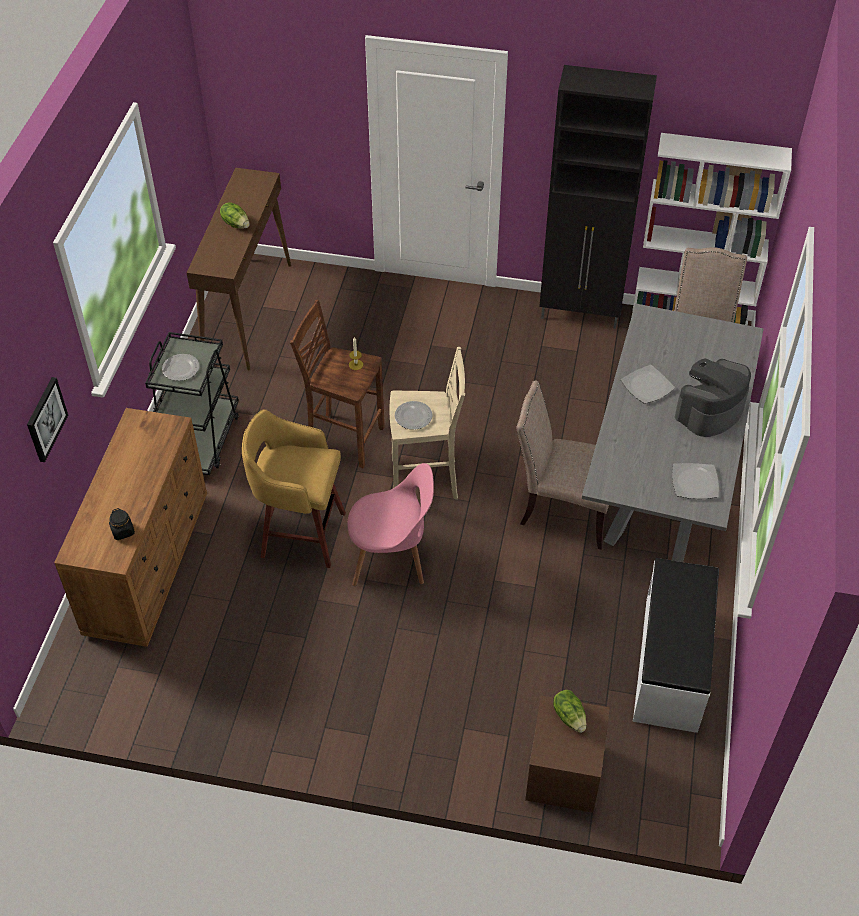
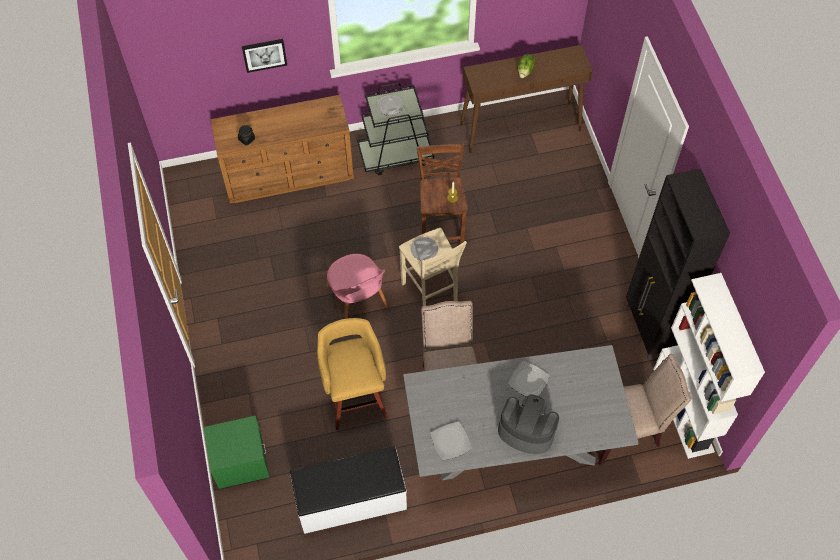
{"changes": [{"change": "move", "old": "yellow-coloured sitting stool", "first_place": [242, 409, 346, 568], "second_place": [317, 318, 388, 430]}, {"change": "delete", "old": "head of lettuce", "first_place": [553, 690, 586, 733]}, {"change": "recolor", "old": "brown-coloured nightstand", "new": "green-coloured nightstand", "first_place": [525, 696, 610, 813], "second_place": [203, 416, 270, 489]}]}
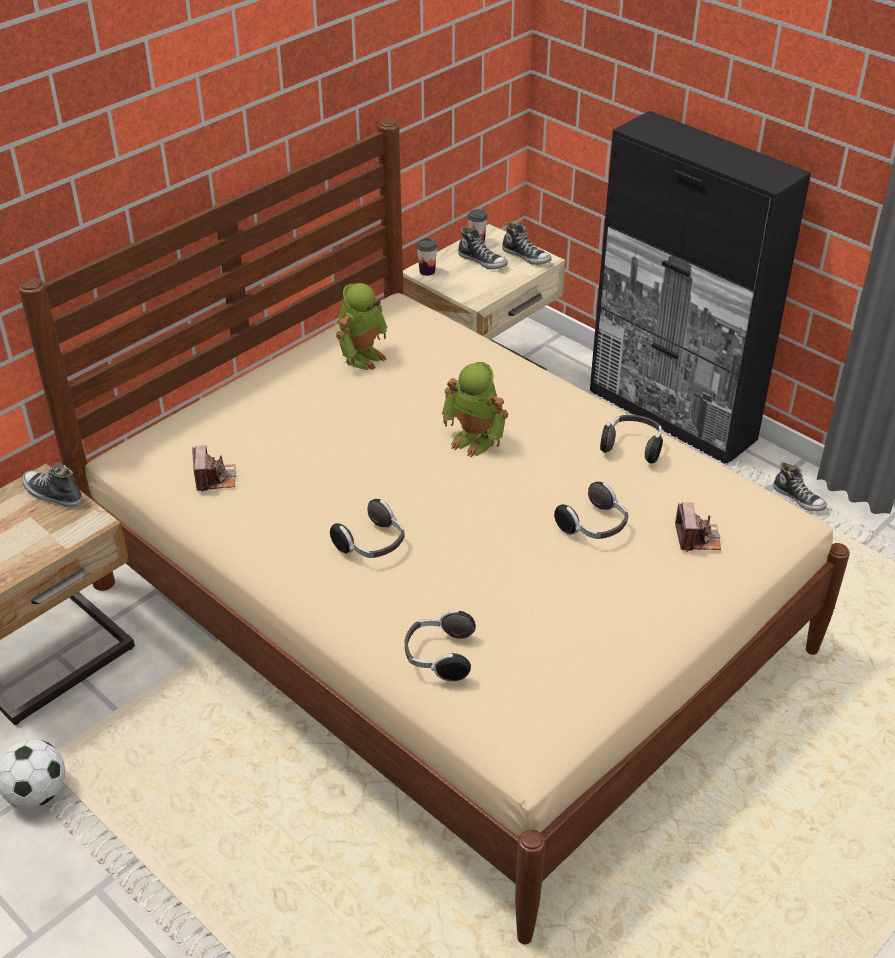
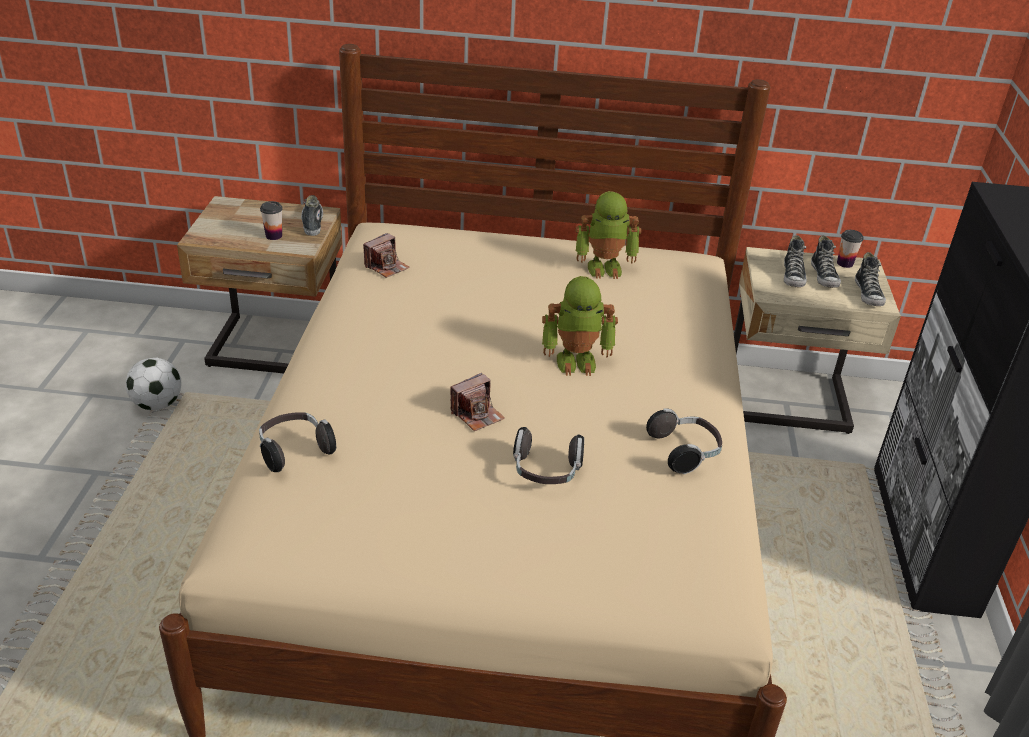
{"changes": [{"change": "move", "old": "drinking cup", "first_place": [417, 238, 438, 276], "second_place": [260, 201, 283, 240]}, {"change": "rotate", "old": "robot figure", "first_place": [442, 362, 508, 457], "second_place": [542, 276, 618, 376], "degrees": -90}, {"change": "move", "old": "low shoe", "first_place": [773, 462, 827, 511], "second_place": [784, 235, 807, 287]}, {"change": "delete", "old": "headphones", "first_place": [330, 499, 405, 558]}, {"change": "move", "old": "still camera", "first_place": [675, 502, 721, 552], "second_place": [451, 373, 505, 431]}]}
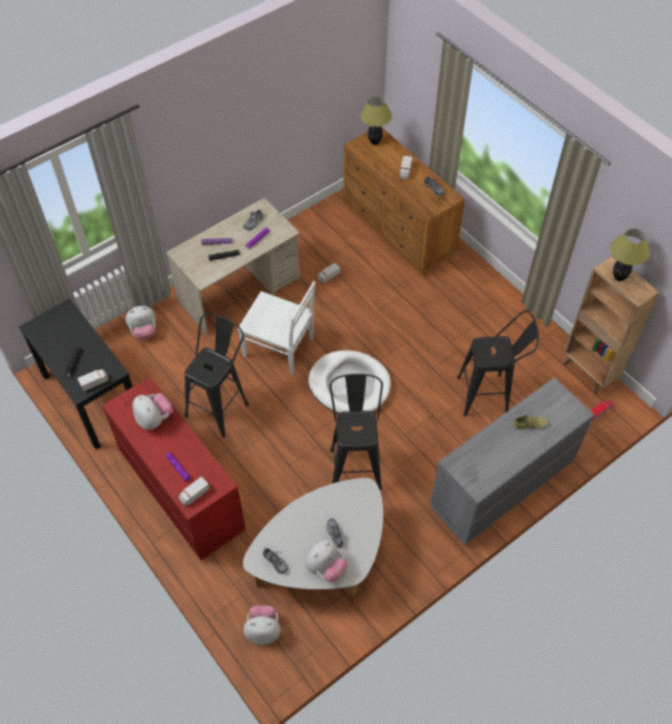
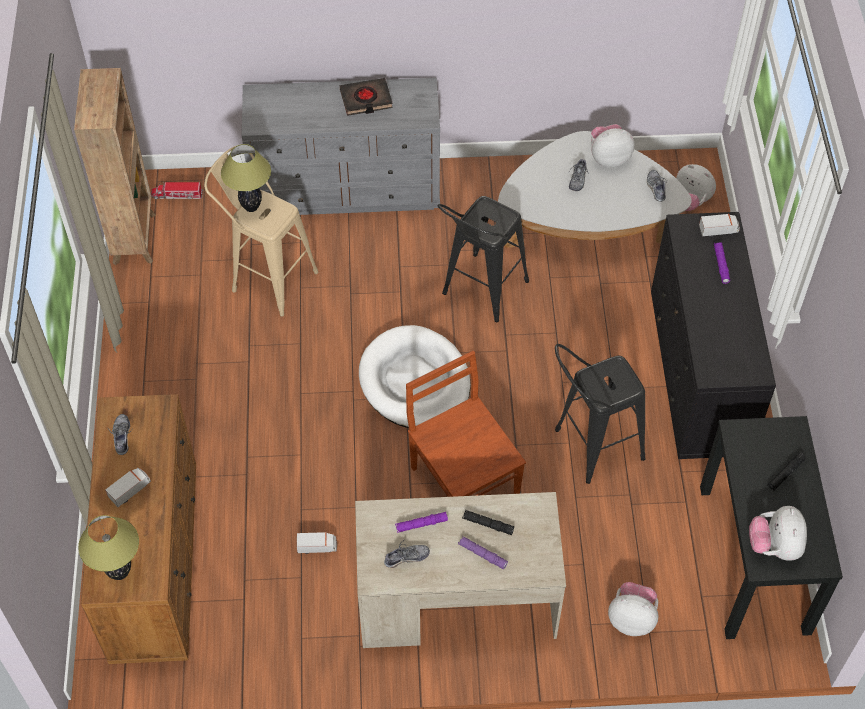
{"changes": [{"change": "move", "old": "tabletop lamp", "first_place": [610, 229, 650, 281], "second_place": [221, 144, 271, 212]}, {"change": "recolor", "old": "whitish upright chair", "new": "brown-coloured upright chair", "first_place": [237, 281, 315, 375], "second_place": [406, 351, 526, 497]}, {"change": "recolor", "old": "black sitting stool", "new": "sand-coloured sitting stool", "first_place": [457, 310, 539, 417], "second_place": [204, 146, 318, 317]}, {"change": "delete", "old": "model truck", "first_place": [77, 369, 109, 392]}, {"change": "recolor", "old": "reddish chest of drawers", "new": "black chest of drawers", "first_place": [102, 377, 246, 561], "second_place": [651, 212, 776, 459]}, {"change": "move", "old": "soft toy", "first_place": [132, 393, 173, 430], "second_place": [749, 506, 807, 561]}, {"change": "delete", "old": "sand-coloured low shoe", "first_place": [512, 415, 548, 429]}, {"change": "insert", "new": "black volume", "second_place": [340, 78, 393, 116]}]}
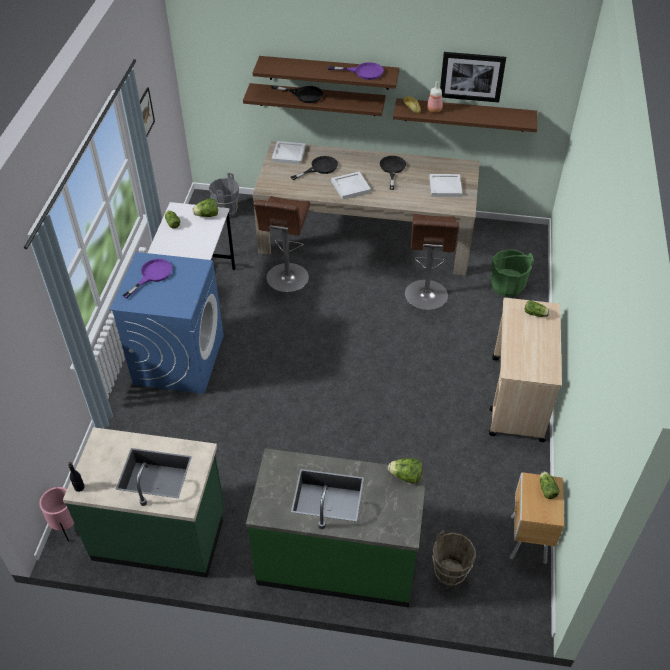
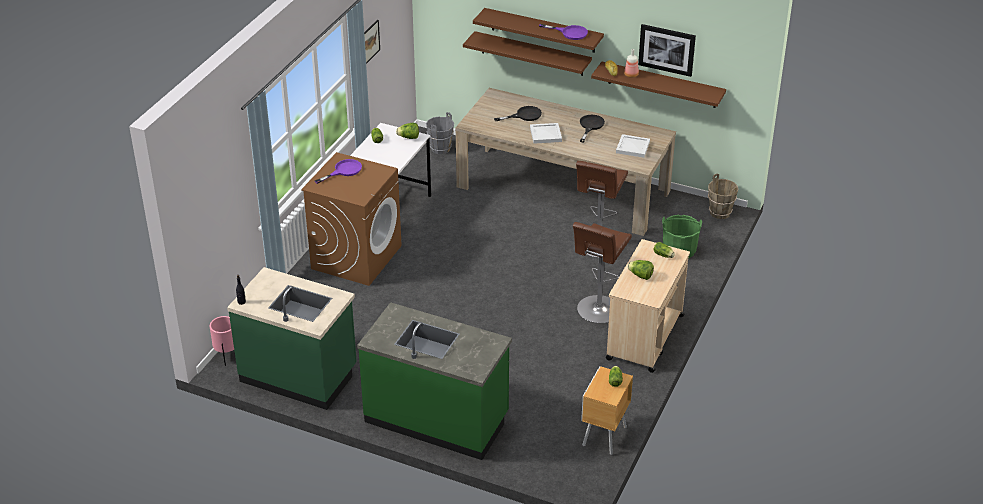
{"changes": [{"change": "delete", "old": "black frying pan", "first_place": [271, 85, 323, 103]}, {"change": "delete", "old": "whitish tray", "first_place": [272, 141, 306, 164]}, {"change": "move", "old": "brown-coloured sitting stool", "first_place": [254, 196, 310, 292], "second_place": [573, 222, 632, 323]}, {"change": "recolor", "old": "bluish laundry appliance", "new": "brown-coloured laundry appliance", "first_place": [110, 252, 224, 394], "second_place": [301, 152, 402, 286]}, {"change": "move", "old": "head of lettuce", "first_place": [388, 458, 422, 484], "second_place": [628, 260, 654, 280]}, {"change": "move", "old": "brown-coloured water bucket", "first_place": [432, 530, 477, 586], "second_place": [708, 174, 738, 219]}]}
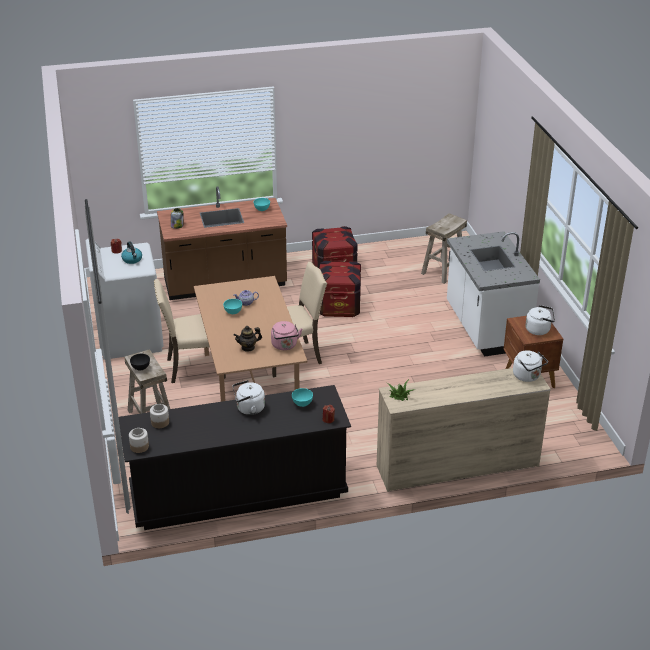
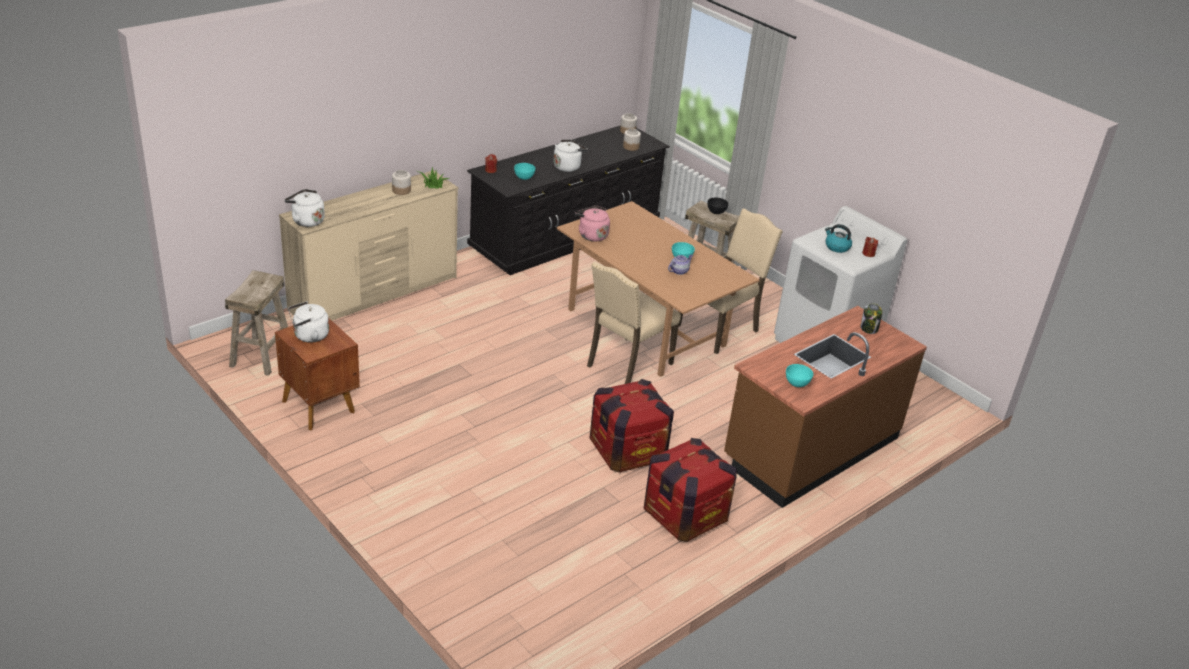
{"changes": [{"change": "move", "old": "sand-coloured sitting stool", "first_place": [421, 213, 467, 284], "second_place": [225, 270, 288, 376]}, {"change": "delete", "old": "whitish kitchen counter", "first_place": [447, 231, 540, 357]}, {"change": "delete", "old": "pot for tea", "first_place": [233, 326, 262, 352]}, {"change": "insert", "new": "jar", "second_place": [392, 170, 411, 195]}]}
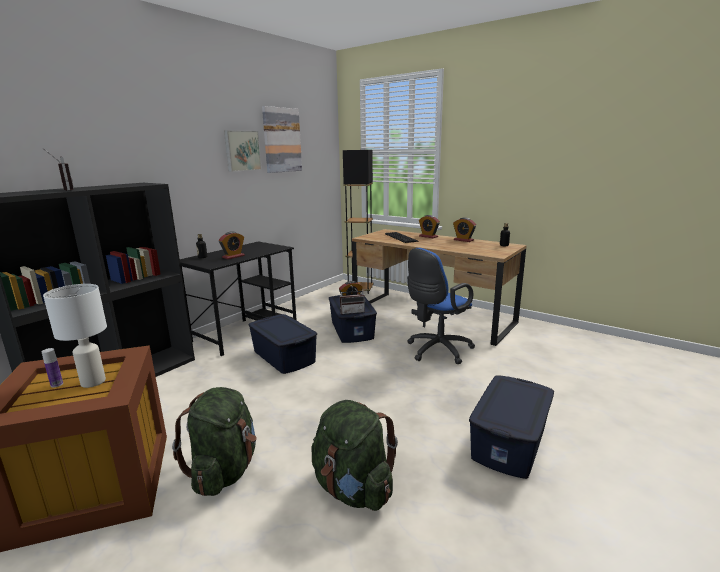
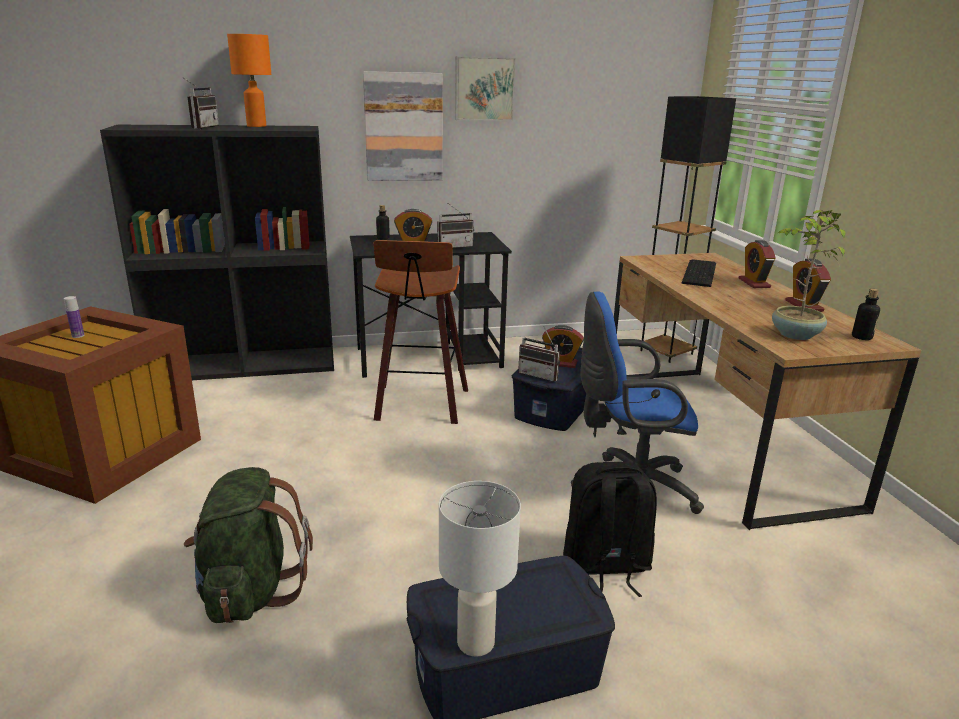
{"changes": [{"change": "move", "old": "wall picture", "first_place": [262, 106, 302, 173], "second_place": [363, 71, 443, 181]}, {"change": "move", "old": "whitish tabletop lamp", "first_place": [43, 284, 107, 388], "second_place": [439, 481, 521, 657]}, {"change": "replace", "old": "bluish storage bin", "new": "sitting stool", "first_place": [248, 314, 317, 374], "second_place": [374, 240, 468, 424]}, {"change": "delete", "old": "green-coloured backpack", "first_place": [172, 387, 257, 496]}, {"change": "insert", "new": "orange-coloured tabletop lamp", "second_place": [227, 34, 271, 127]}, {"change": "insert", "new": "radio", "second_place": [437, 204, 474, 248]}, {"change": "insert", "new": "potted plant", "second_place": [772, 210, 846, 340]}, {"change": "insert", "new": "black backpack", "second_place": [563, 462, 657, 597]}]}
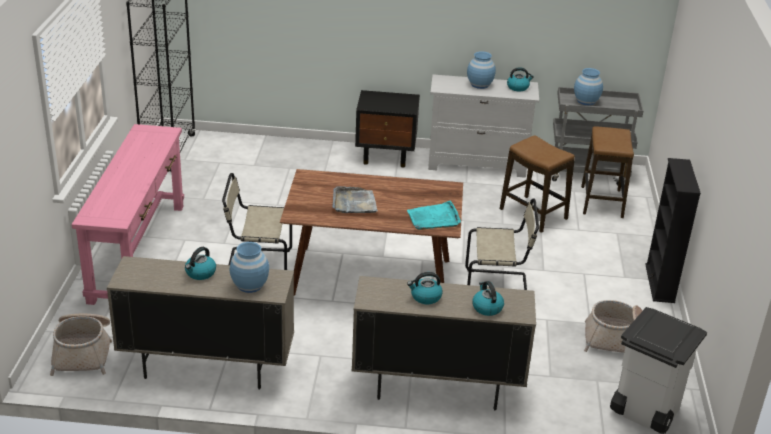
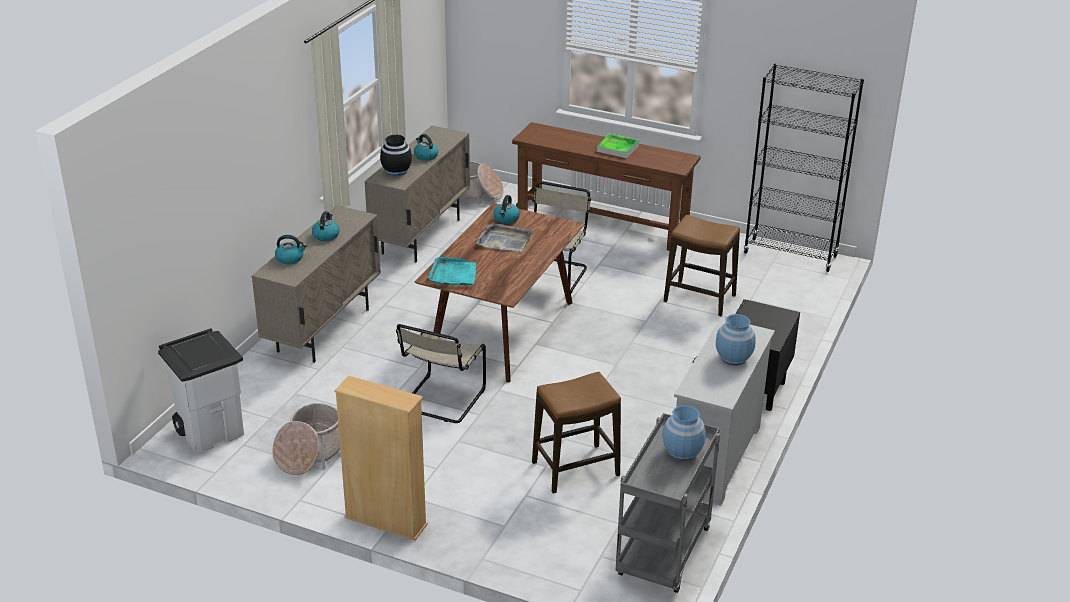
{"changes": [{"change": "move", "old": "kettle", "first_place": [507, 67, 534, 91], "second_place": [494, 195, 520, 224]}, {"change": "recolor", "old": "pink narrow table", "new": "brown-coloured narrow table", "first_place": [71, 124, 184, 305], "second_place": [512, 122, 701, 251]}, {"change": "move", "old": "sitting stool", "first_place": [581, 126, 634, 218], "second_place": [664, 215, 740, 316]}, {"change": "recolor", "old": "black shelving unit", "new": "sand-coloured shelving unit", "first_place": [645, 158, 701, 303], "second_place": [334, 376, 428, 541]}, {"change": "recolor", "old": "bluish vase", "new": "black vase", "first_place": [230, 242, 269, 293], "second_place": [380, 135, 412, 176]}, {"change": "insert", "new": "tray", "second_place": [597, 134, 639, 158]}]}
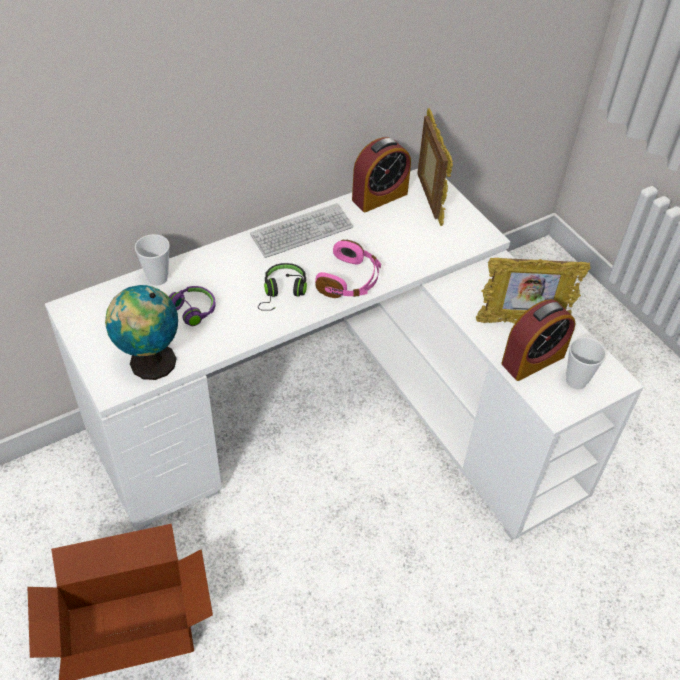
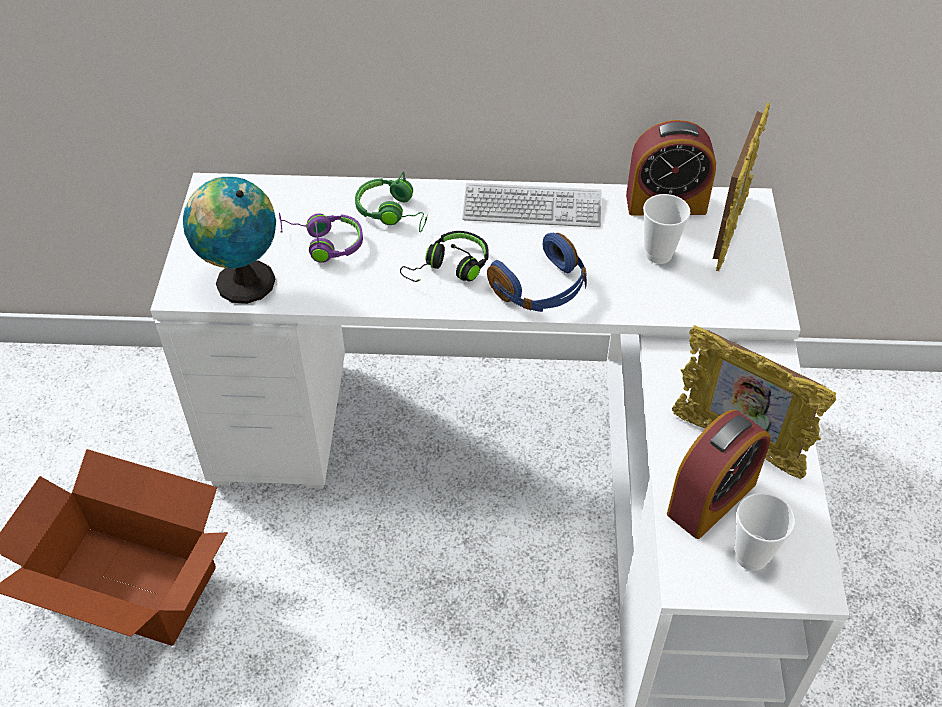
{"changes": [{"change": "move", "old": "drinking cup", "first_place": [135, 234, 170, 285], "second_place": [643, 194, 690, 264]}, {"change": "recolor", "old": "pink headphones", "new": "bluish headphones", "first_place": [315, 240, 381, 298], "second_place": [487, 233, 587, 312]}, {"change": "rotate", "old": "table clock", "first_place": [501, 299, 575, 381], "second_place": [667, 410, 771, 539], "degrees": -45}, {"change": "insert", "new": "green-coloured headphones", "second_place": [355, 172, 428, 232]}]}
